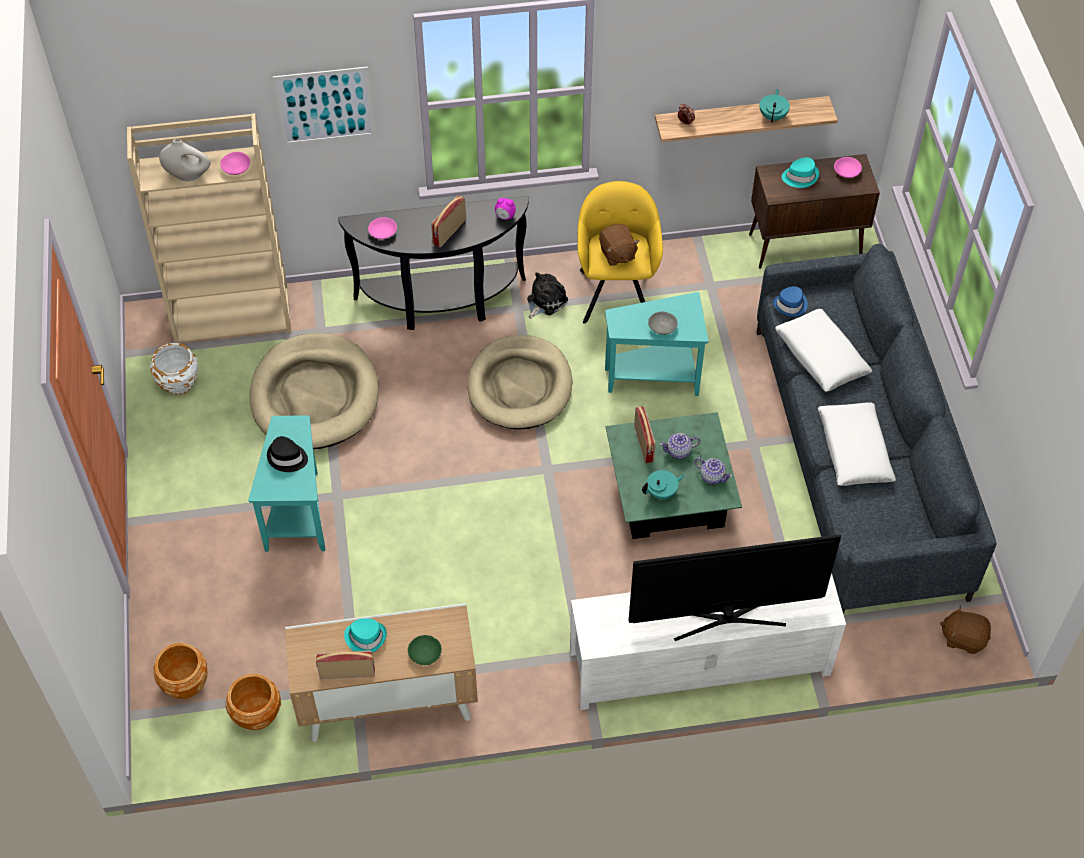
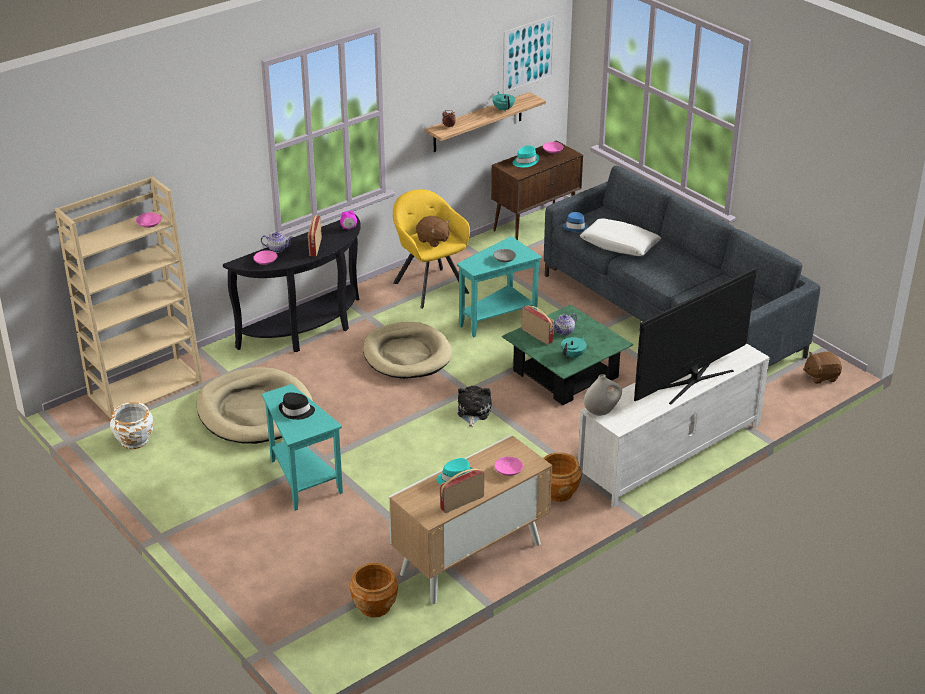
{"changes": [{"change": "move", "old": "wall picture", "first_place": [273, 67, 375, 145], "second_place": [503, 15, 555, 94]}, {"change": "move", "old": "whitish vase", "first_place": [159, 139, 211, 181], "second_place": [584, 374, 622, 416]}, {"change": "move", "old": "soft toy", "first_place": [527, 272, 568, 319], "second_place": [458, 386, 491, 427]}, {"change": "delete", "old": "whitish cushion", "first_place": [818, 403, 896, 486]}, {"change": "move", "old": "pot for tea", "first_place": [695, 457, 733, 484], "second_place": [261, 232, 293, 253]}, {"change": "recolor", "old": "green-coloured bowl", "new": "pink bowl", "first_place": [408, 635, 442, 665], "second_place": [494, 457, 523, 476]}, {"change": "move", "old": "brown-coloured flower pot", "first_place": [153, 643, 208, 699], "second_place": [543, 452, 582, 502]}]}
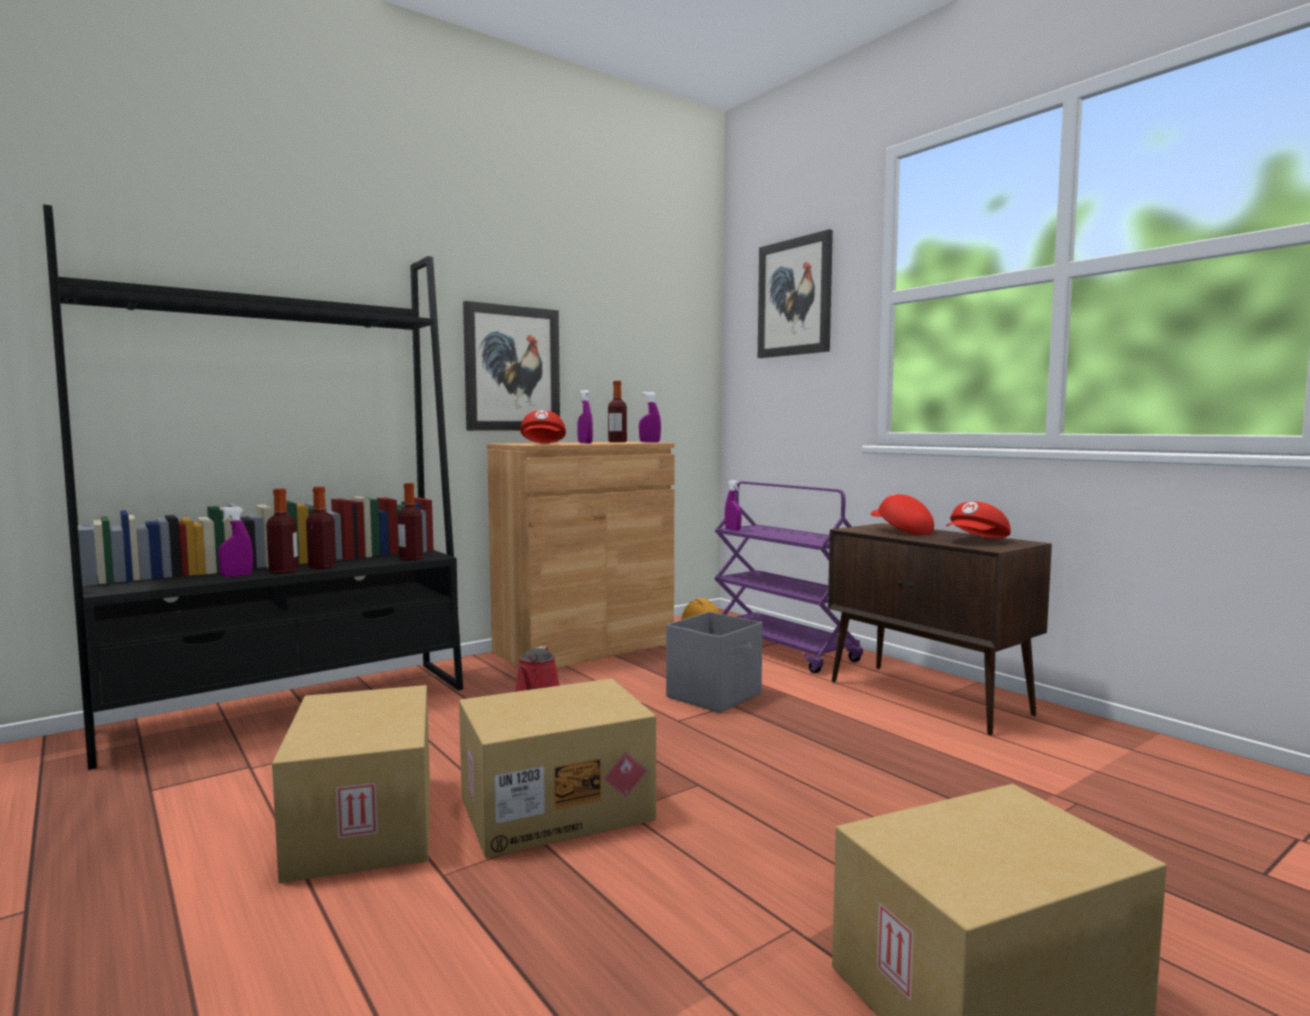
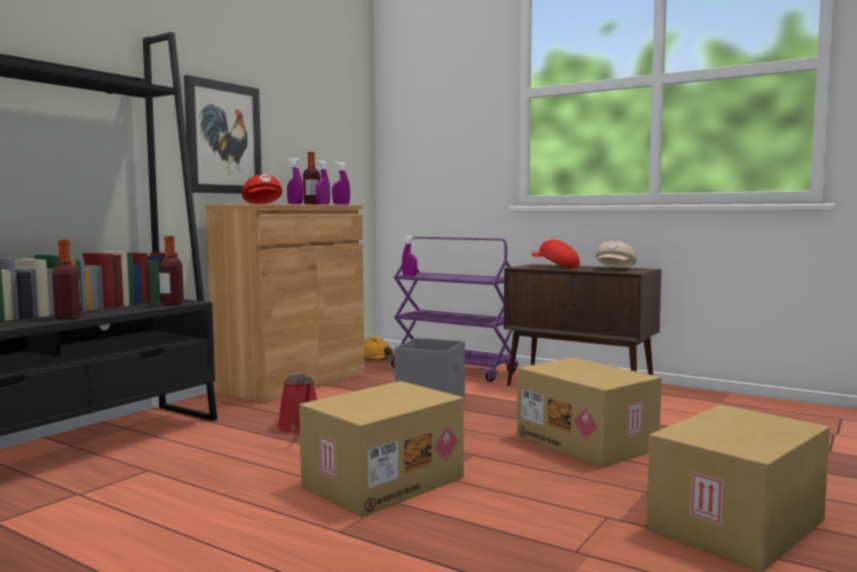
{"changes": [{"change": "delete", "old": "wall picture", "first_place": [758, 229, 833, 358]}, {"change": "delete", "old": "beverage bottle", "first_place": [306, 487, 336, 569]}, {"change": "recolor", "old": "reddish cap", "new": "sand-coloured cap", "first_place": [946, 501, 1011, 538], "second_place": [596, 241, 637, 268]}, {"change": "move", "old": "purplish spray bottle", "first_place": [218, 506, 253, 577], "second_place": [315, 160, 330, 204]}, {"change": "move", "old": "carton", "first_place": [272, 685, 430, 883], "second_place": [517, 358, 662, 468]}]}
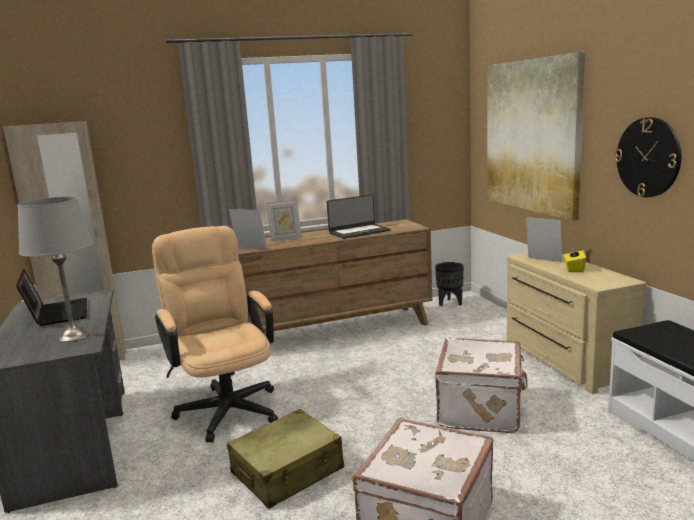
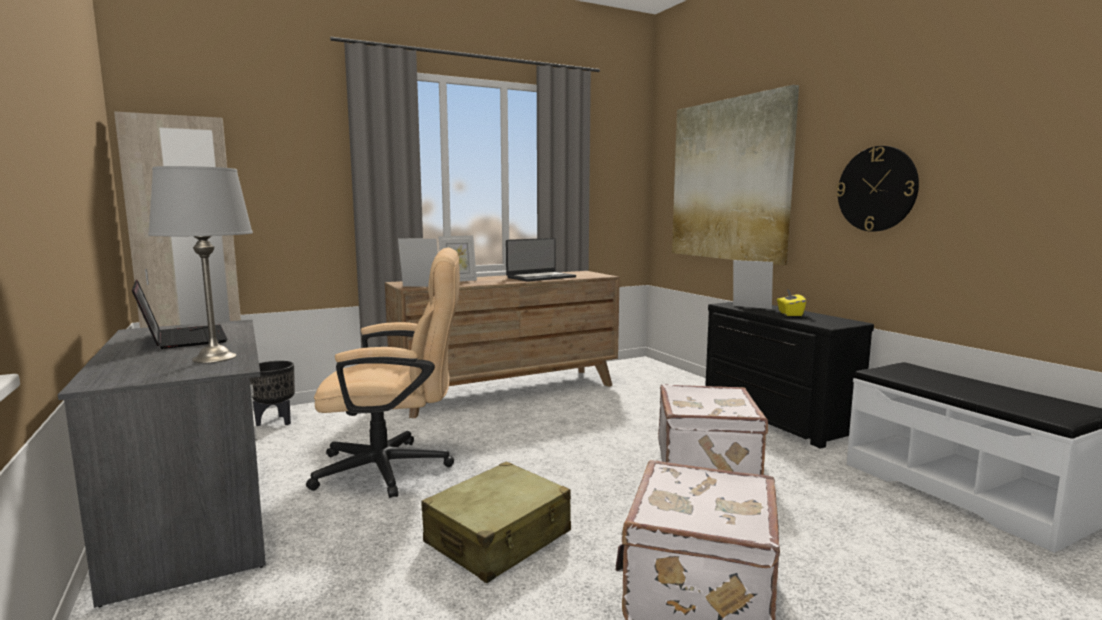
{"changes": [{"change": "rotate", "old": "sand-coloured office chair", "first_place": [152, 226, 278, 443], "second_place": [306, 247, 460, 498], "degrees": 120}, {"change": "recolor", "old": "sand-coloured chest of drawers", "new": "black chest of drawers", "first_place": [507, 253, 646, 394], "second_place": [705, 302, 874, 448]}, {"change": "move", "old": "black flower pot", "first_place": [435, 262, 464, 306], "second_place": [250, 361, 295, 426]}]}
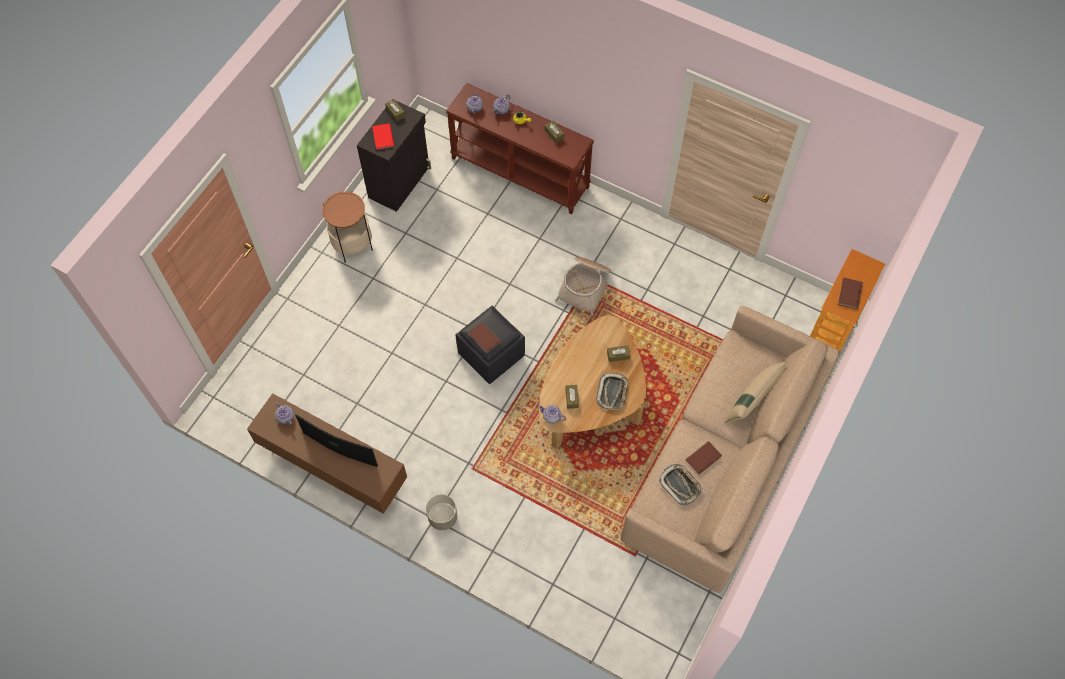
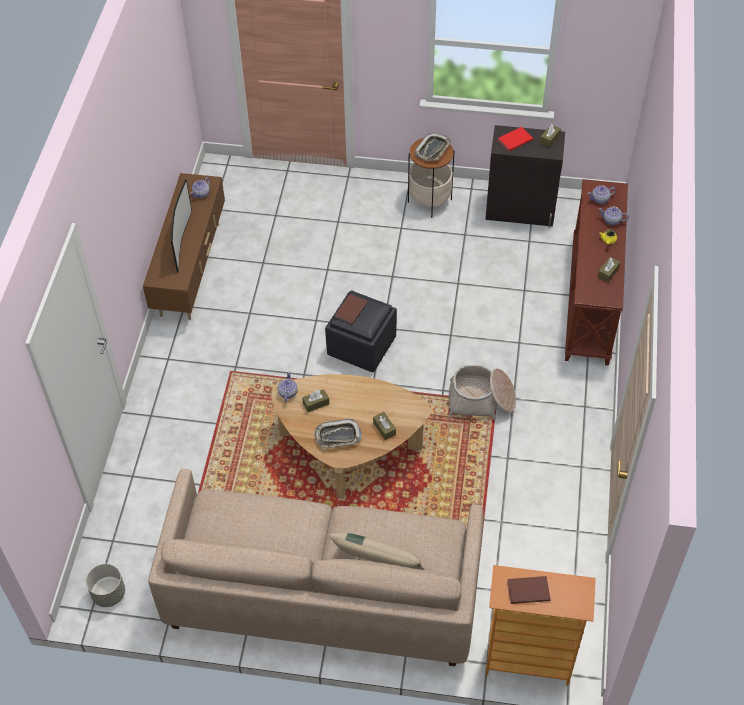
{"changes": [{"change": "delete", "old": "brown-coloured volume", "first_place": [685, 441, 722, 474]}, {"change": "move", "old": "tray", "first_place": [659, 464, 703, 506], "second_place": [415, 133, 451, 161]}, {"change": "move", "old": "gray flower pot", "first_place": [426, 494, 457, 530], "second_place": [86, 564, 125, 607]}]}
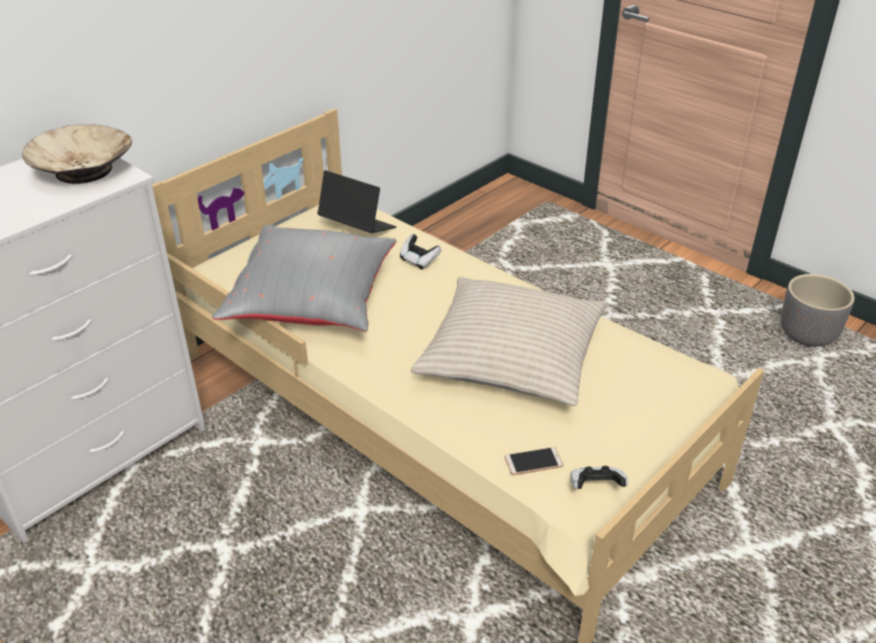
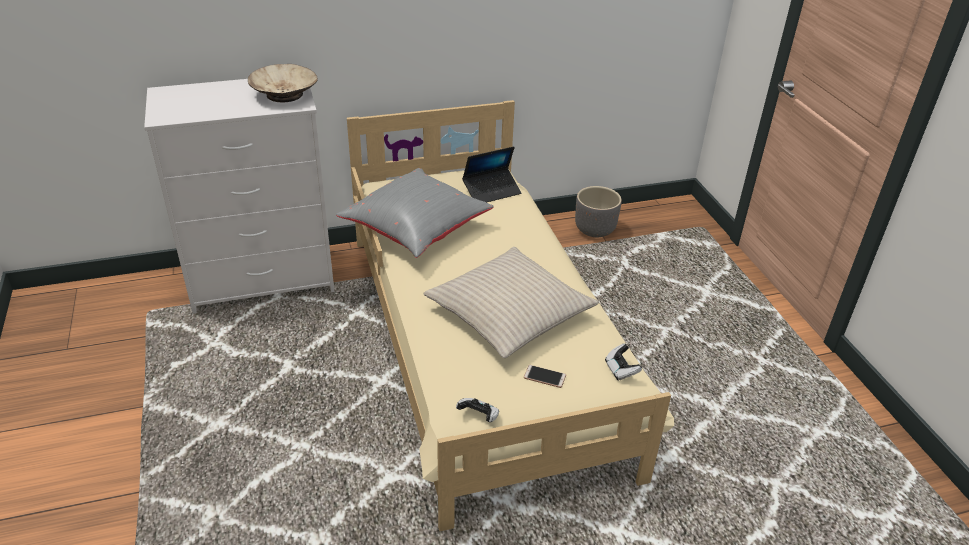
{"changes": [{"change": "rotate", "old": "notebook computer", "first_place": [317, 170, 396, 233], "second_place": [462, 146, 521, 202], "degrees": 90}, {"change": "move", "old": "joypad", "first_place": [400, 234, 442, 270], "second_place": [605, 343, 642, 380]}, {"change": "move", "old": "gray flower pot", "first_place": [780, 274, 855, 347], "second_place": [575, 186, 622, 237]}, {"change": "move", "old": "handset", "first_place": [505, 447, 563, 475], "second_place": [524, 365, 566, 388]}]}
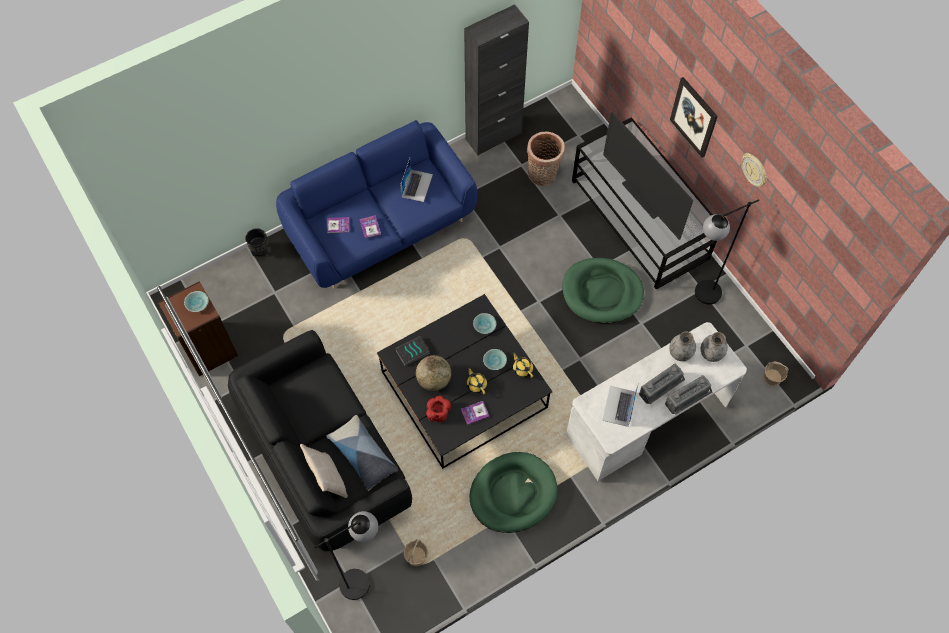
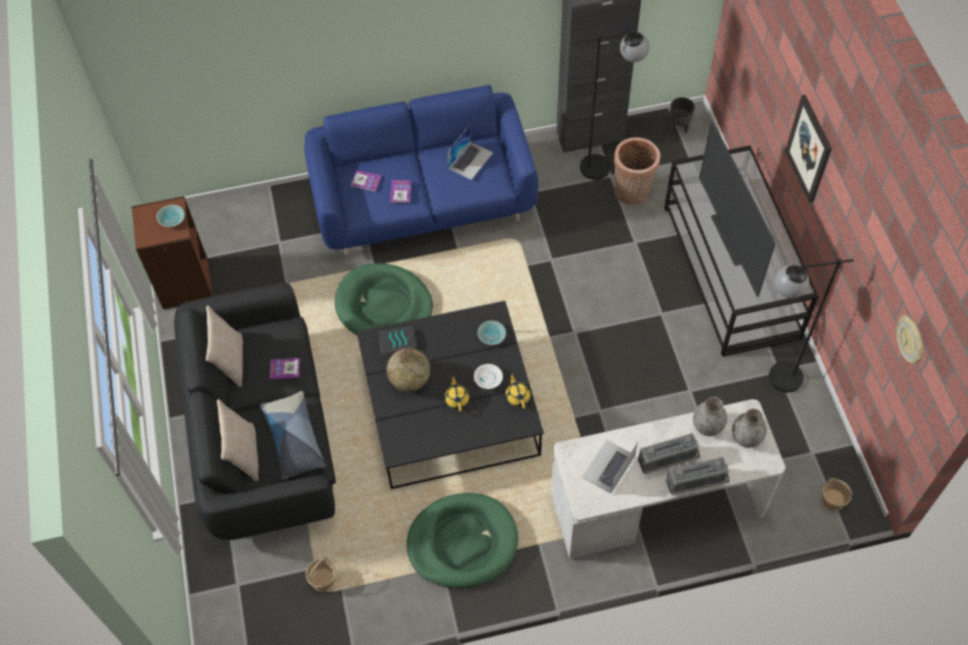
{"changes": [{"change": "move", "old": "wall clock", "first_place": [741, 153, 767, 187], "second_place": [896, 315, 924, 364]}, {"change": "move", "old": "black flower pot", "first_place": [245, 228, 269, 256], "second_place": [669, 97, 695, 133]}, {"change": "move", "old": "green-coloured dog bed", "first_place": [562, 258, 644, 324], "second_place": [335, 263, 433, 335]}, {"change": "recolor", "old": "blue-green bowl", "new": "whitish bowl", "first_place": [483, 349, 507, 370], "second_place": [474, 364, 503, 389]}, {"change": "delete", "old": "reddish bowl", "first_place": [426, 396, 451, 422]}, {"change": "move", "old": "volume", "first_place": [461, 401, 490, 425], "second_place": [270, 358, 300, 380]}, {"change": "move", "old": "black standing lamp", "first_place": [315, 511, 378, 600], "second_place": [580, 31, 650, 180]}, {"change": "insert", "new": "sand-coloured cushion", "second_place": [206, 306, 243, 387]}]}
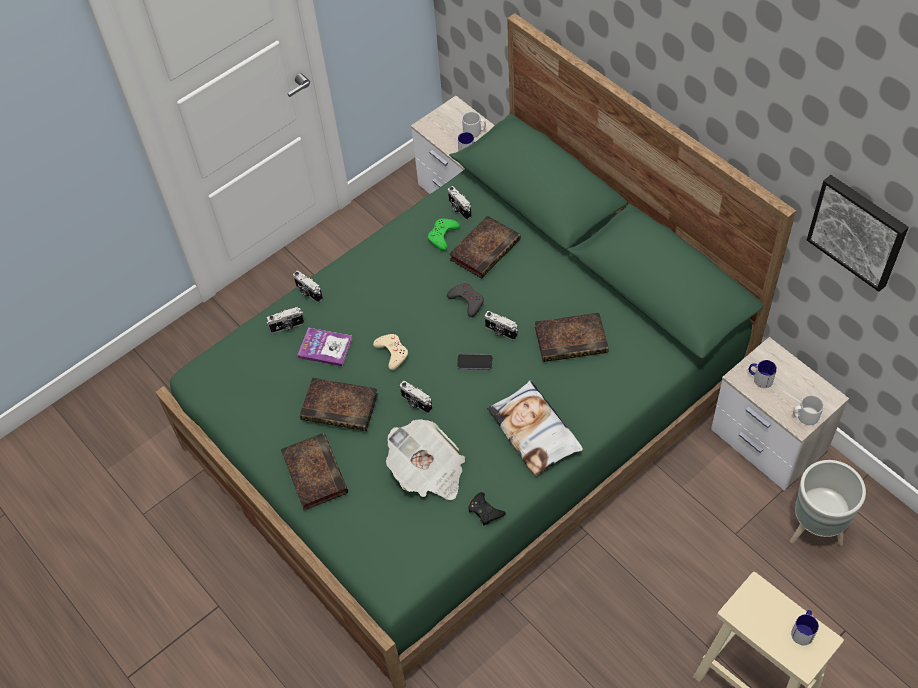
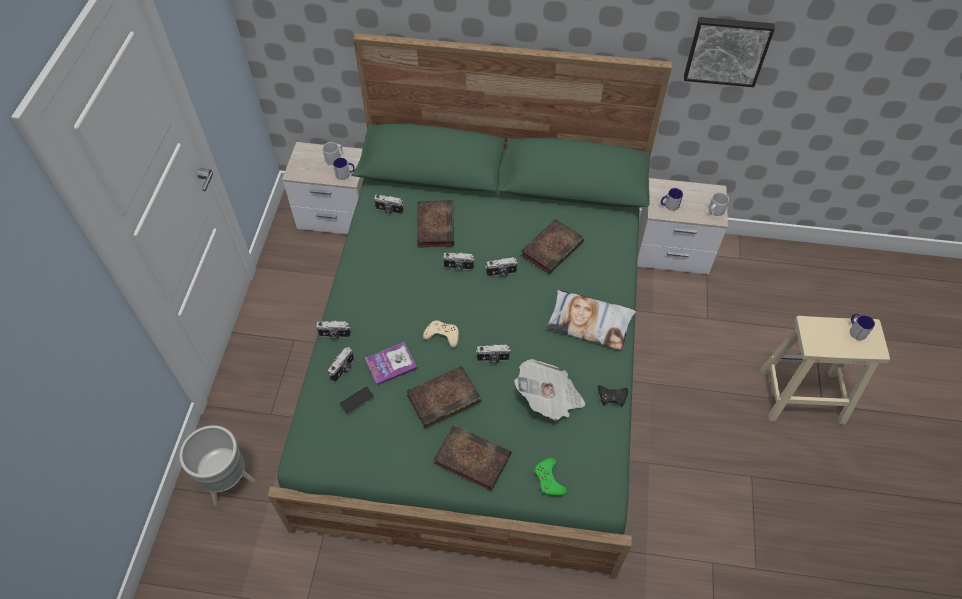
{"changes": [{"change": "move", "old": "green-coloured joypad", "first_place": [428, 219, 460, 251], "second_place": [535, 458, 567, 496]}, {"change": "replace", "old": "gray joypad", "new": "still camera", "first_place": [447, 283, 484, 317], "second_place": [443, 253, 475, 270]}, {"change": "move", "old": "handset", "first_place": [457, 354, 493, 370], "second_place": [339, 386, 374, 414]}, {"change": "move", "old": "gray flower pot", "first_place": [790, 460, 866, 546], "second_place": [179, 425, 255, 506]}]}
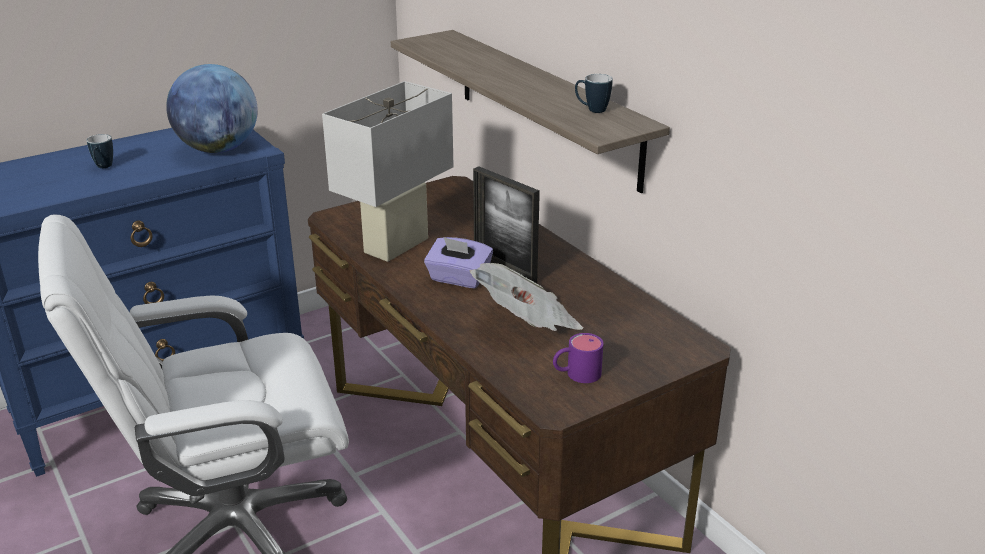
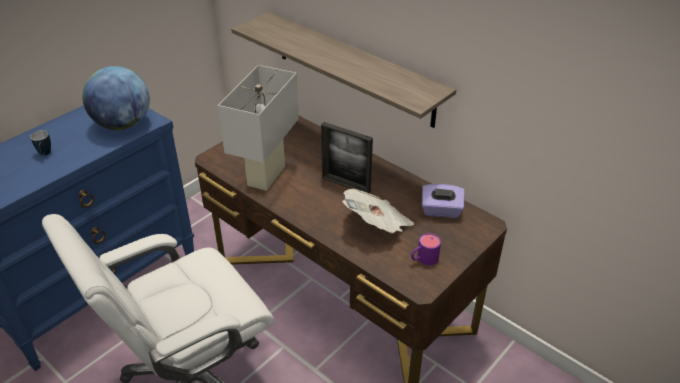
{"changes": [{"change": "delete", "old": "mug", "first_place": [575, 74, 613, 113]}, {"change": "move", "old": "purplish tissue holder", "first_place": [424, 237, 493, 289], "second_place": [422, 184, 464, 218]}]}
